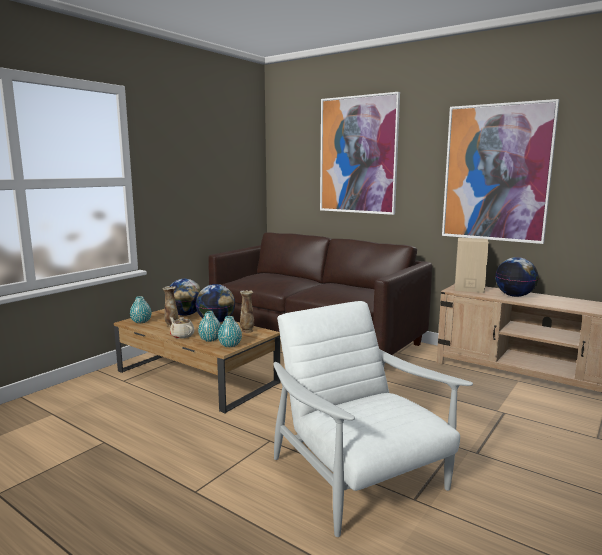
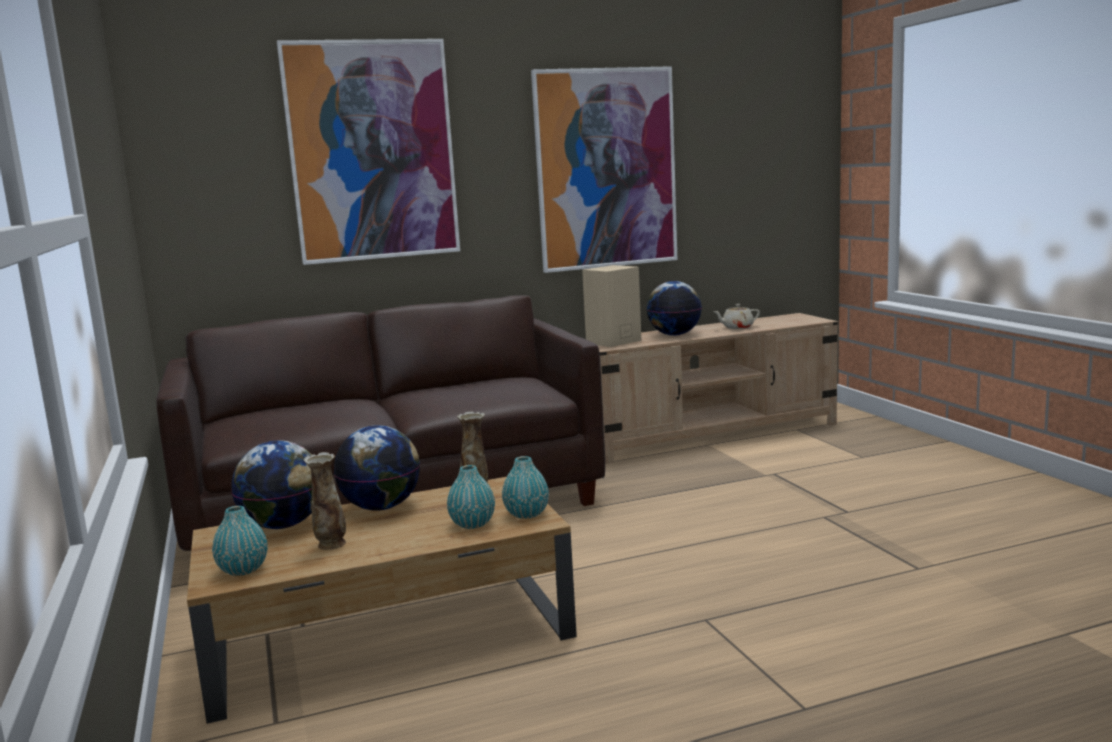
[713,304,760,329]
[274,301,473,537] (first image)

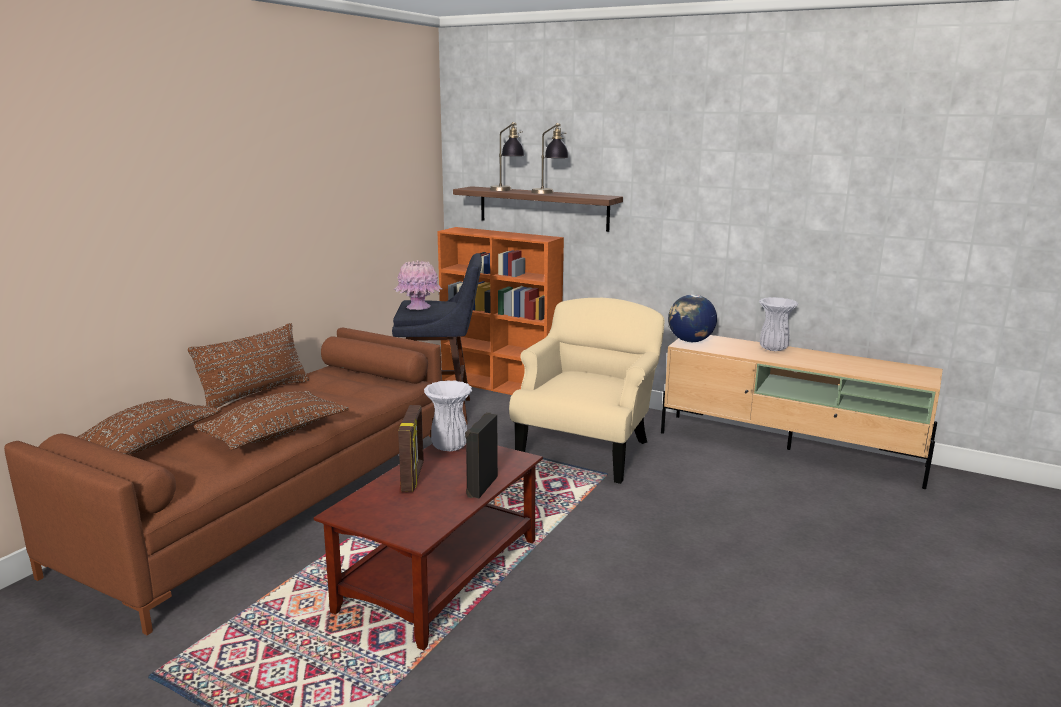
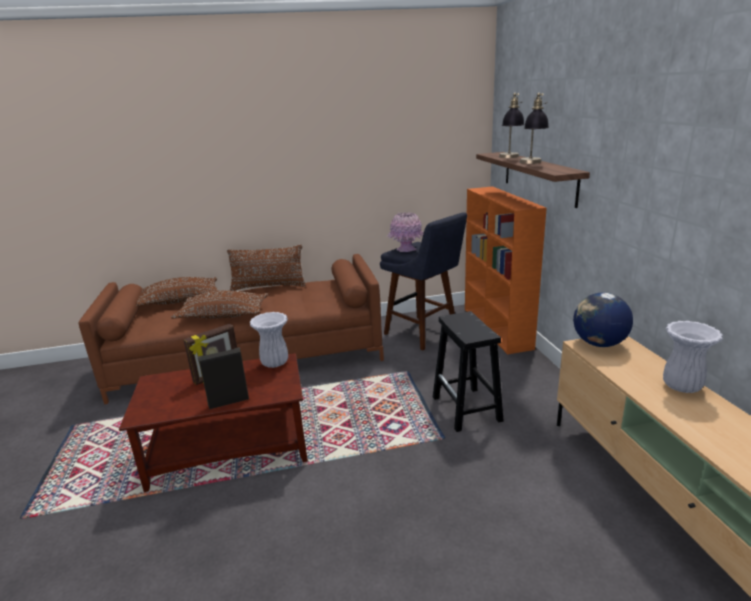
[433,311,504,432]

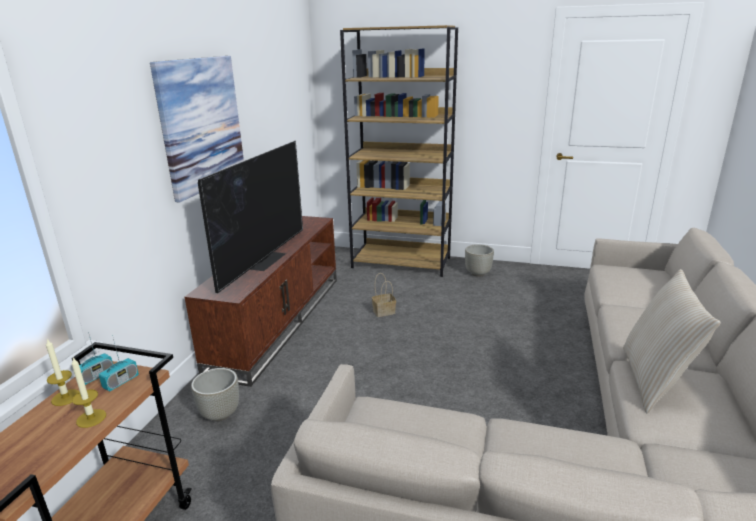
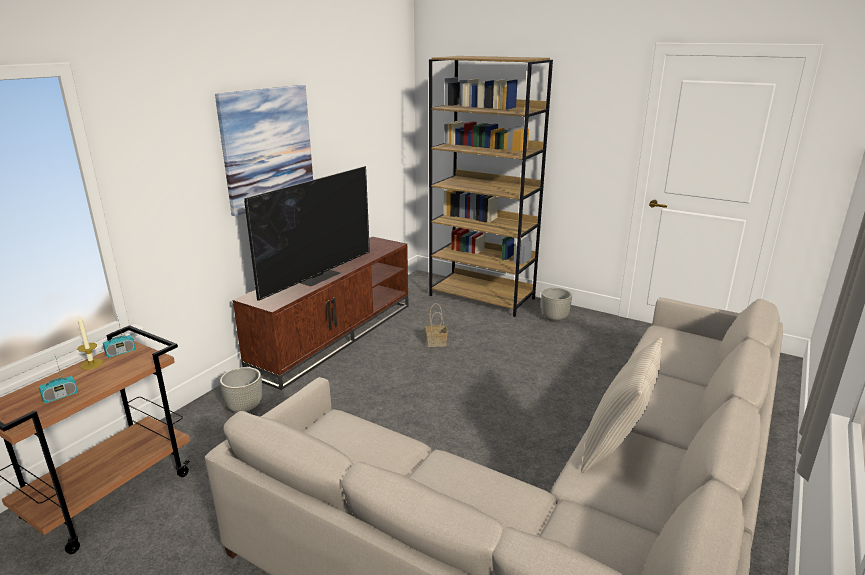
[72,358,106,428] (first image)
[39,356,78,403]

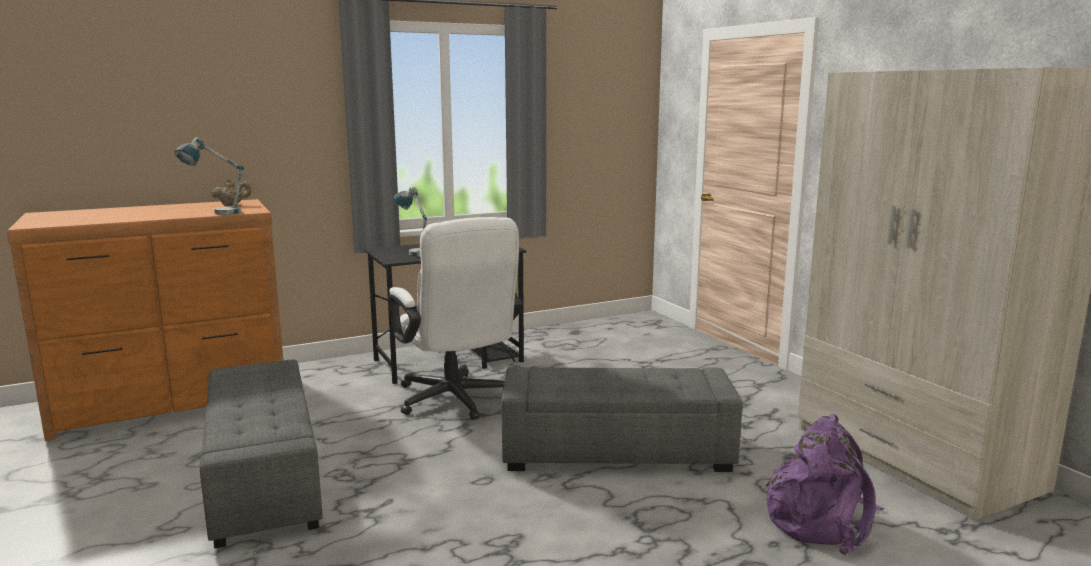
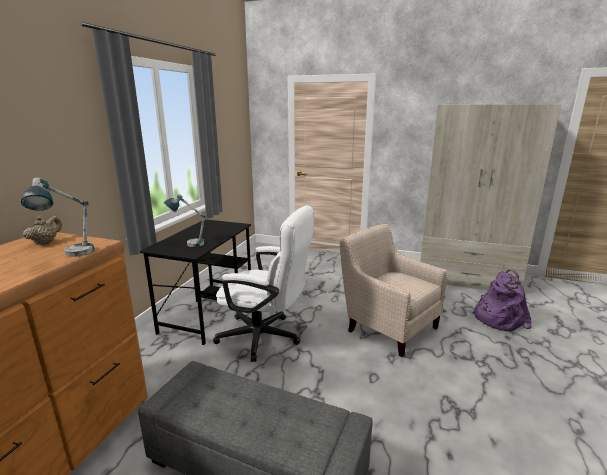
[340,224,448,357]

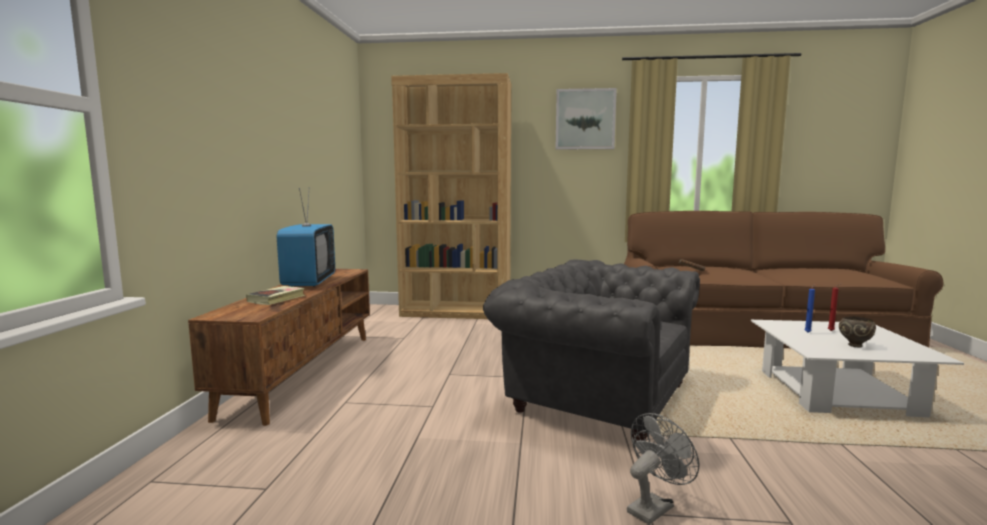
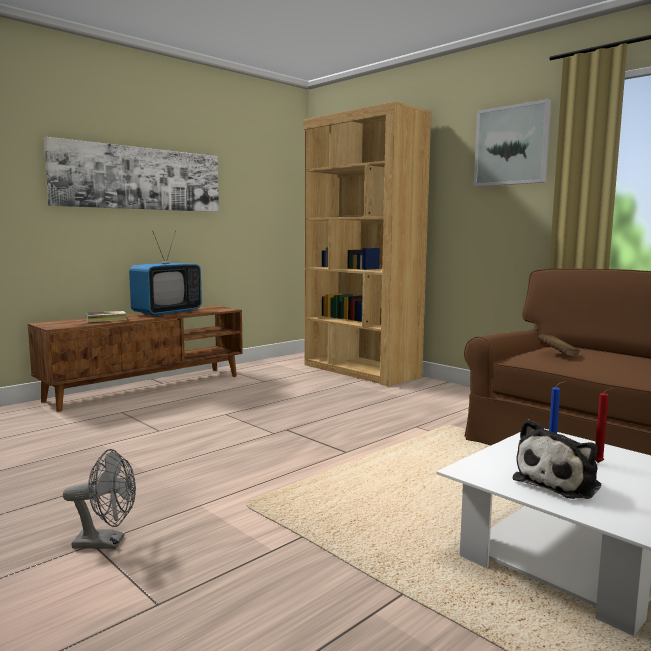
[483,259,700,442] (first image)
[513,419,601,499]
[44,137,219,212]

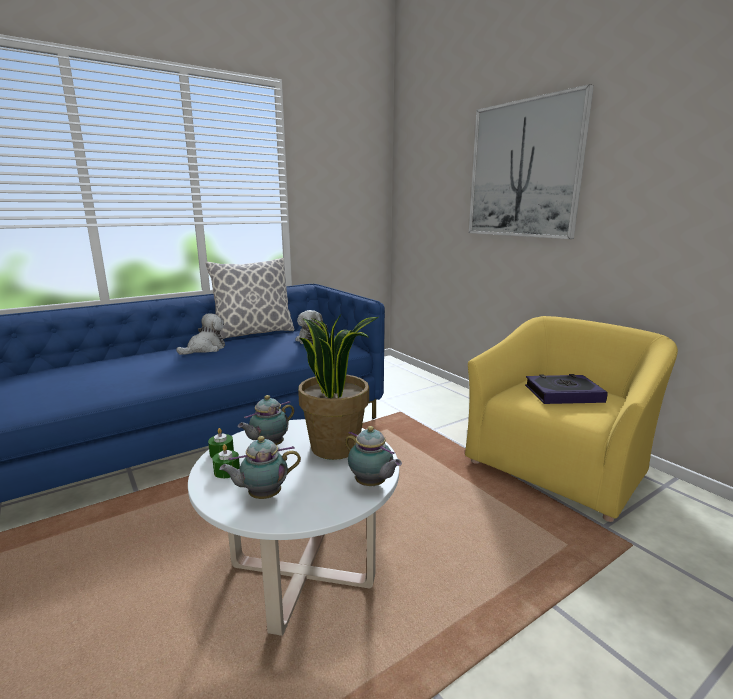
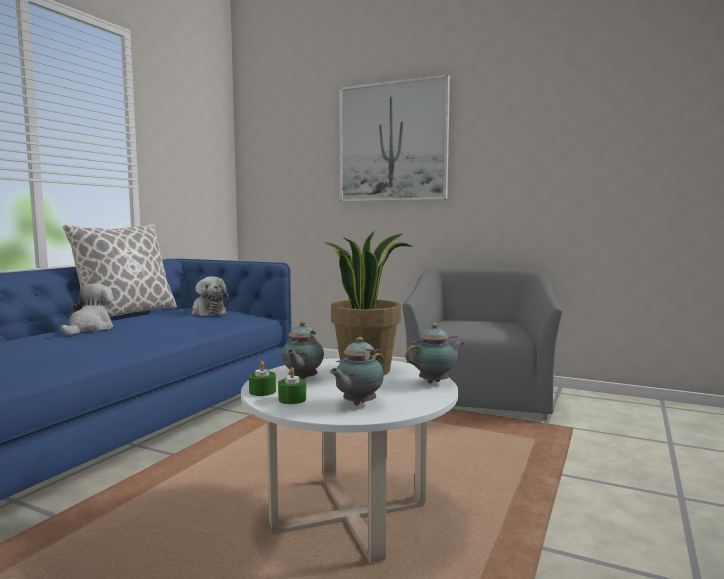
[405,323,464,384]
[402,267,562,420]
[525,374,608,404] (first image)

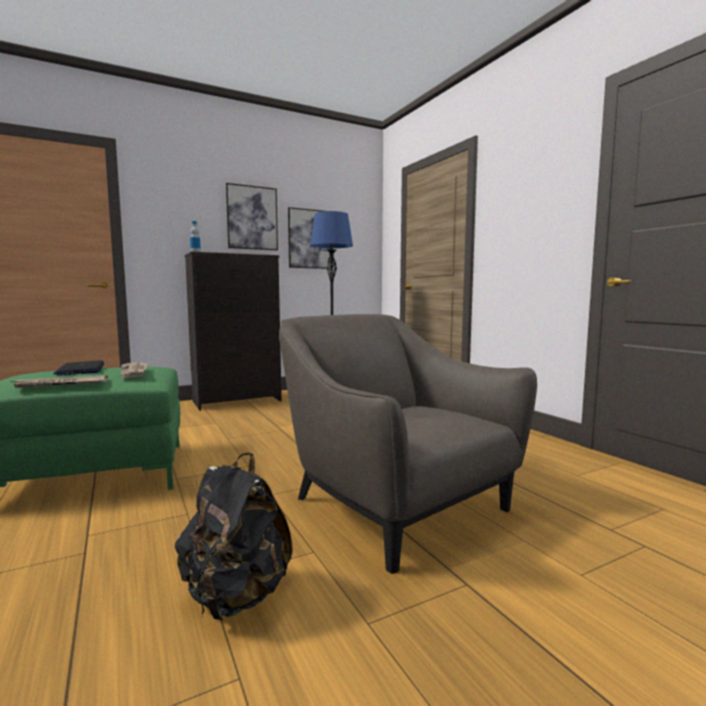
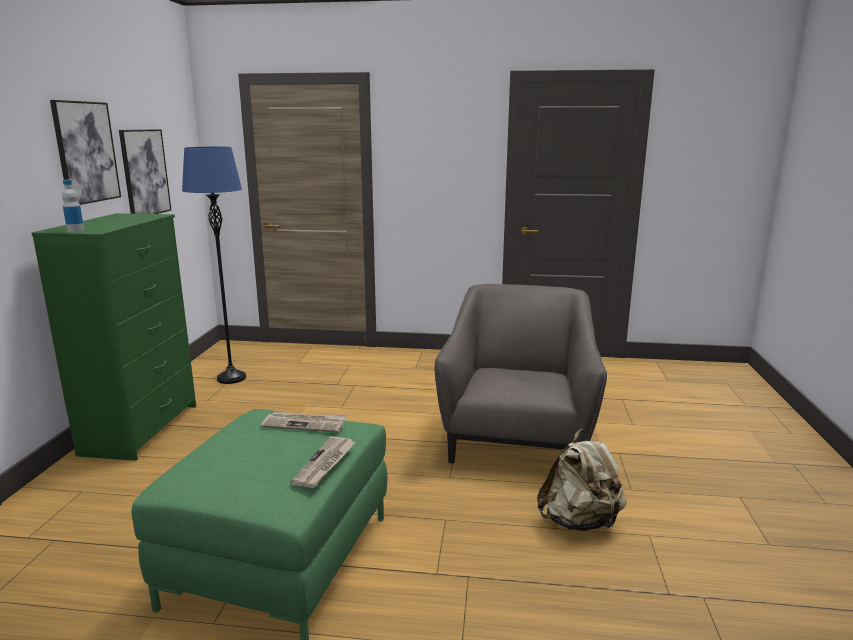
[53,360,104,375] (first image)
[537,429,626,531]
[32,213,196,461]
[435,284,607,463]

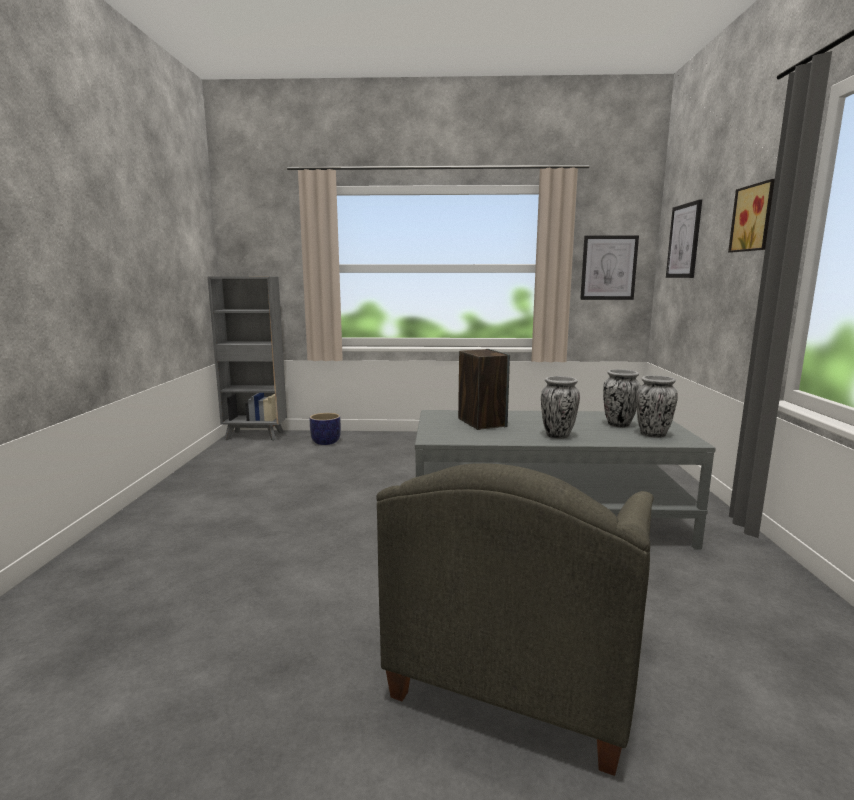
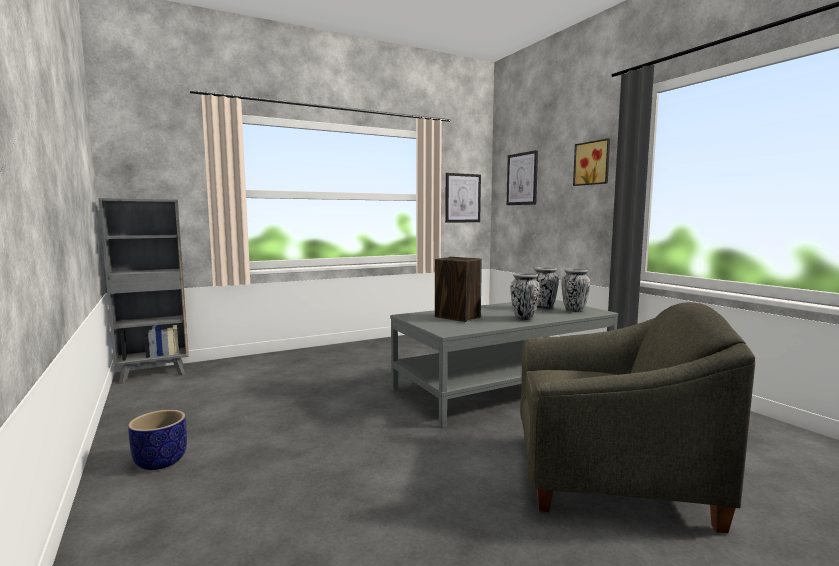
[128,410,187,470]
[520,302,755,534]

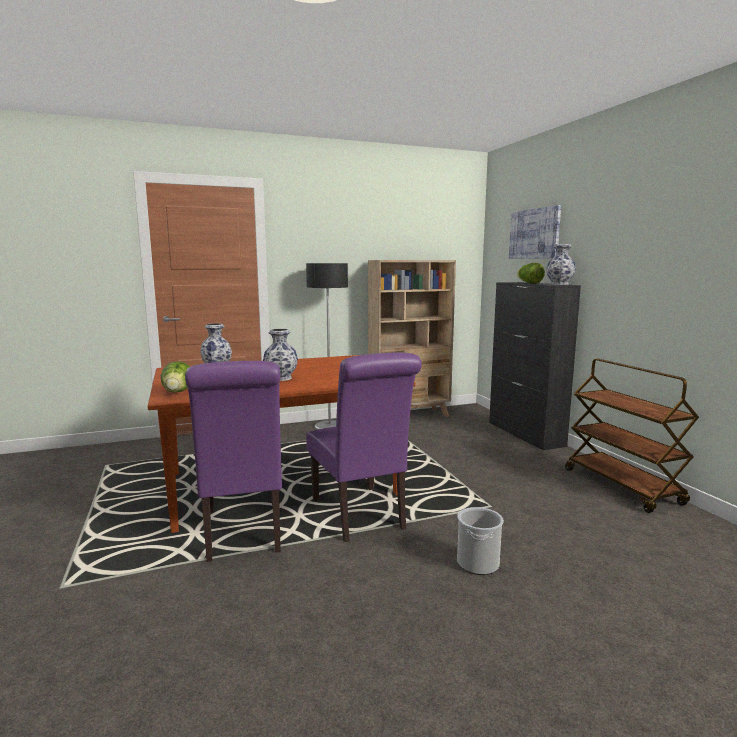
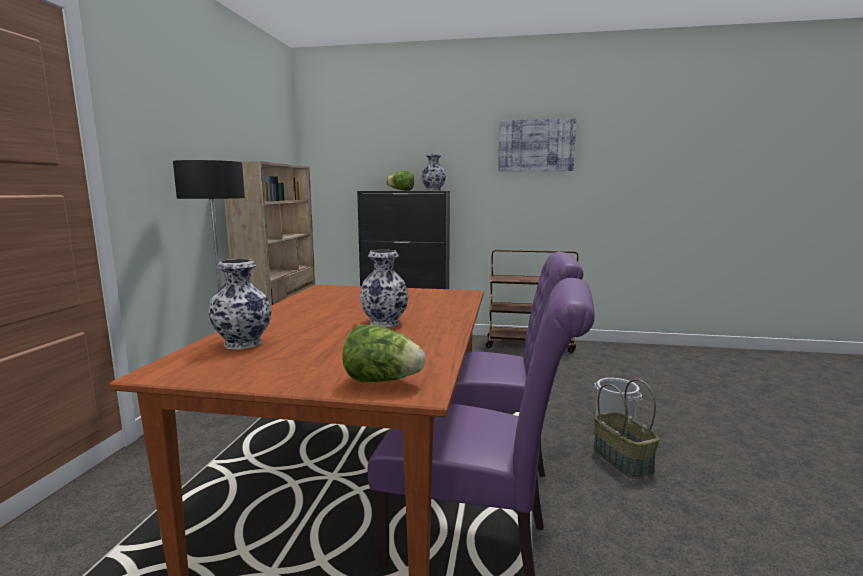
[498,118,577,171]
[593,379,659,479]

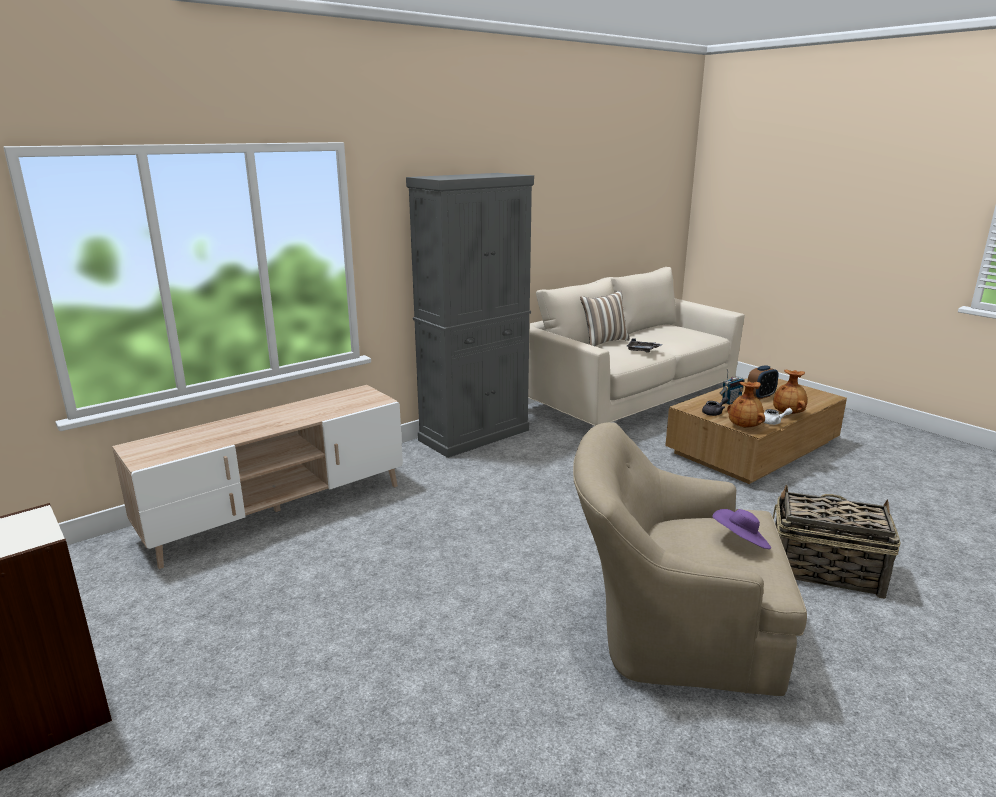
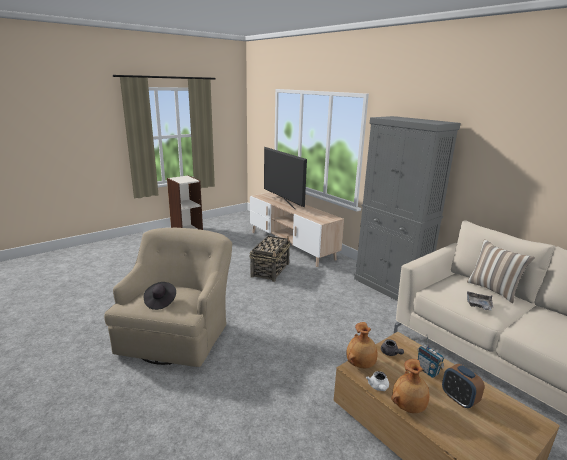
[144,282,176,310]
[249,235,290,282]
[264,147,307,210]

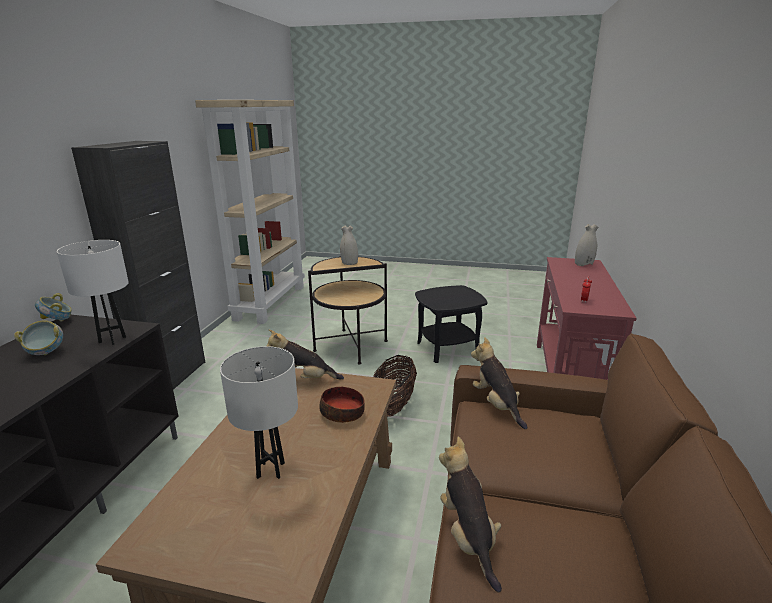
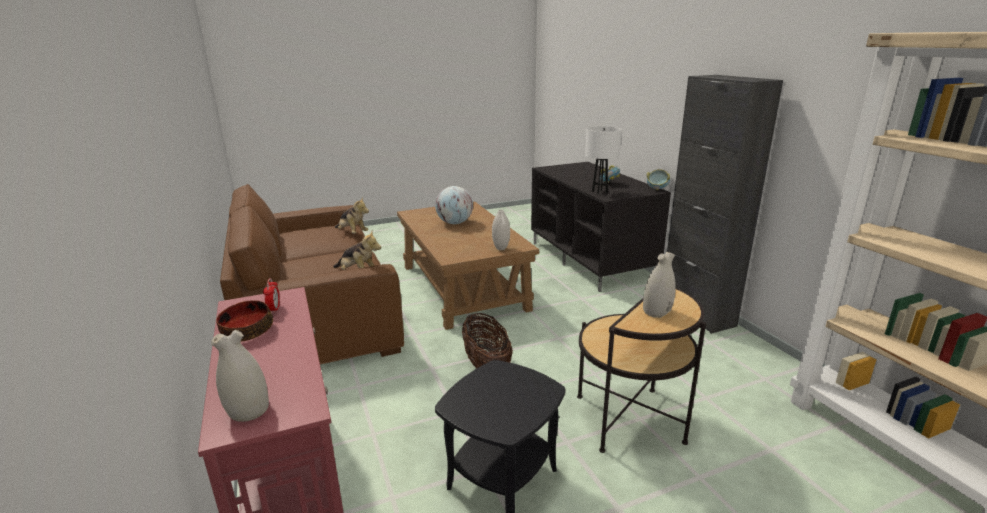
[435,186,473,224]
[492,210,510,250]
[216,300,273,342]

